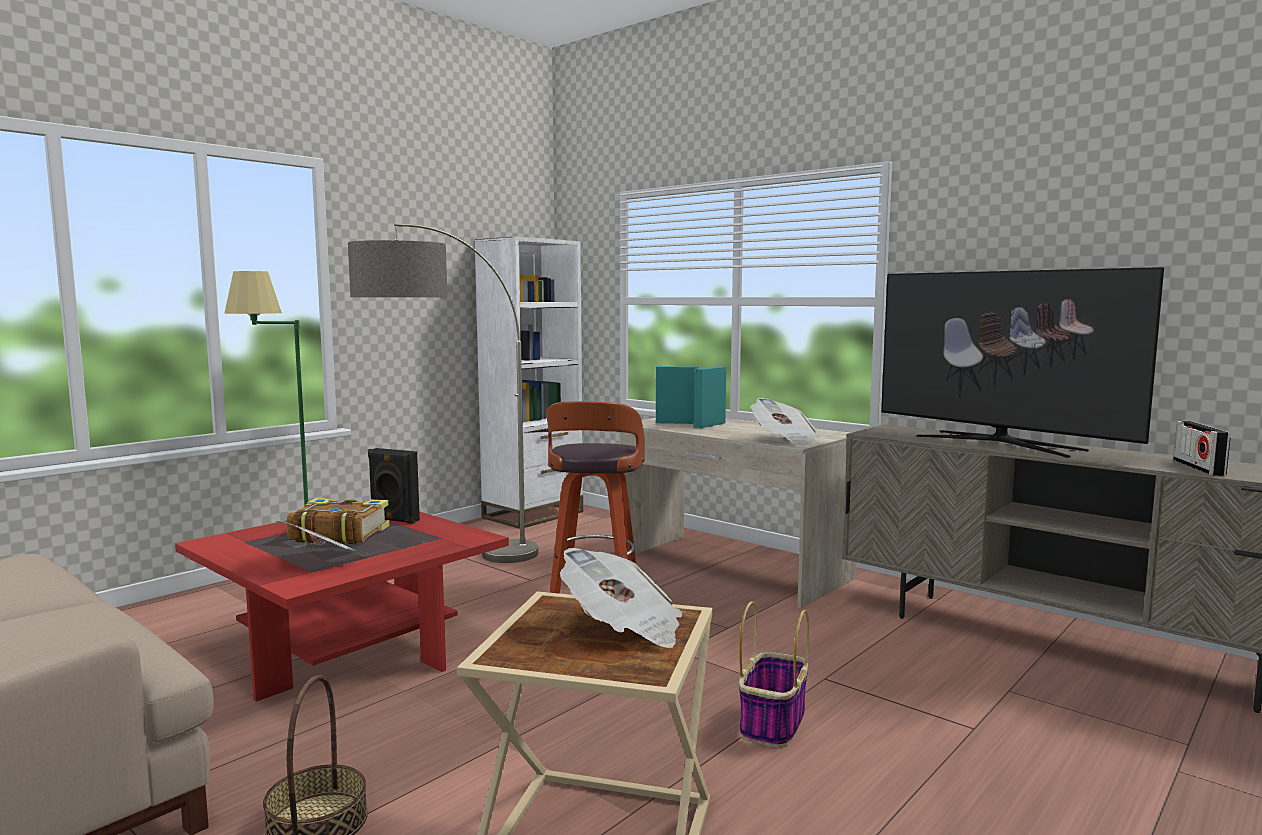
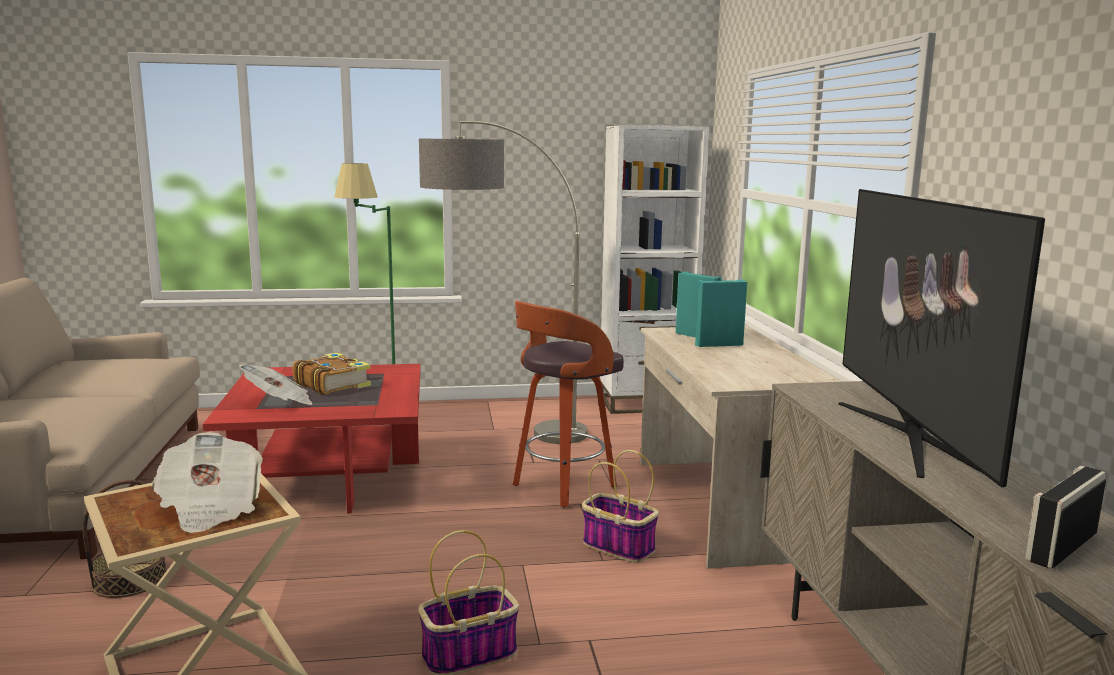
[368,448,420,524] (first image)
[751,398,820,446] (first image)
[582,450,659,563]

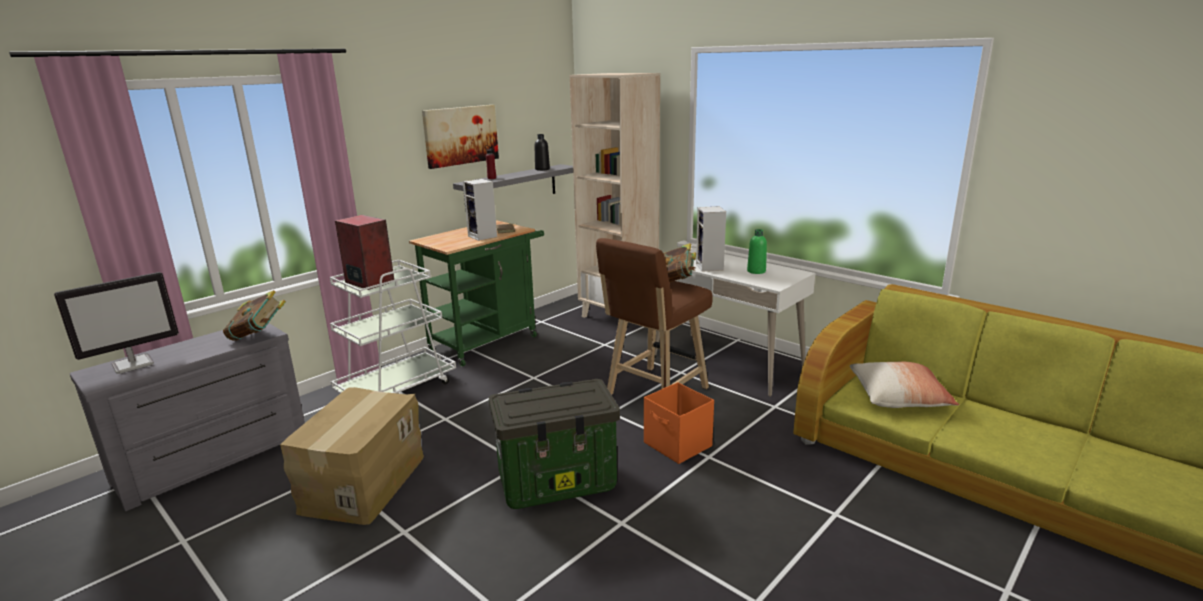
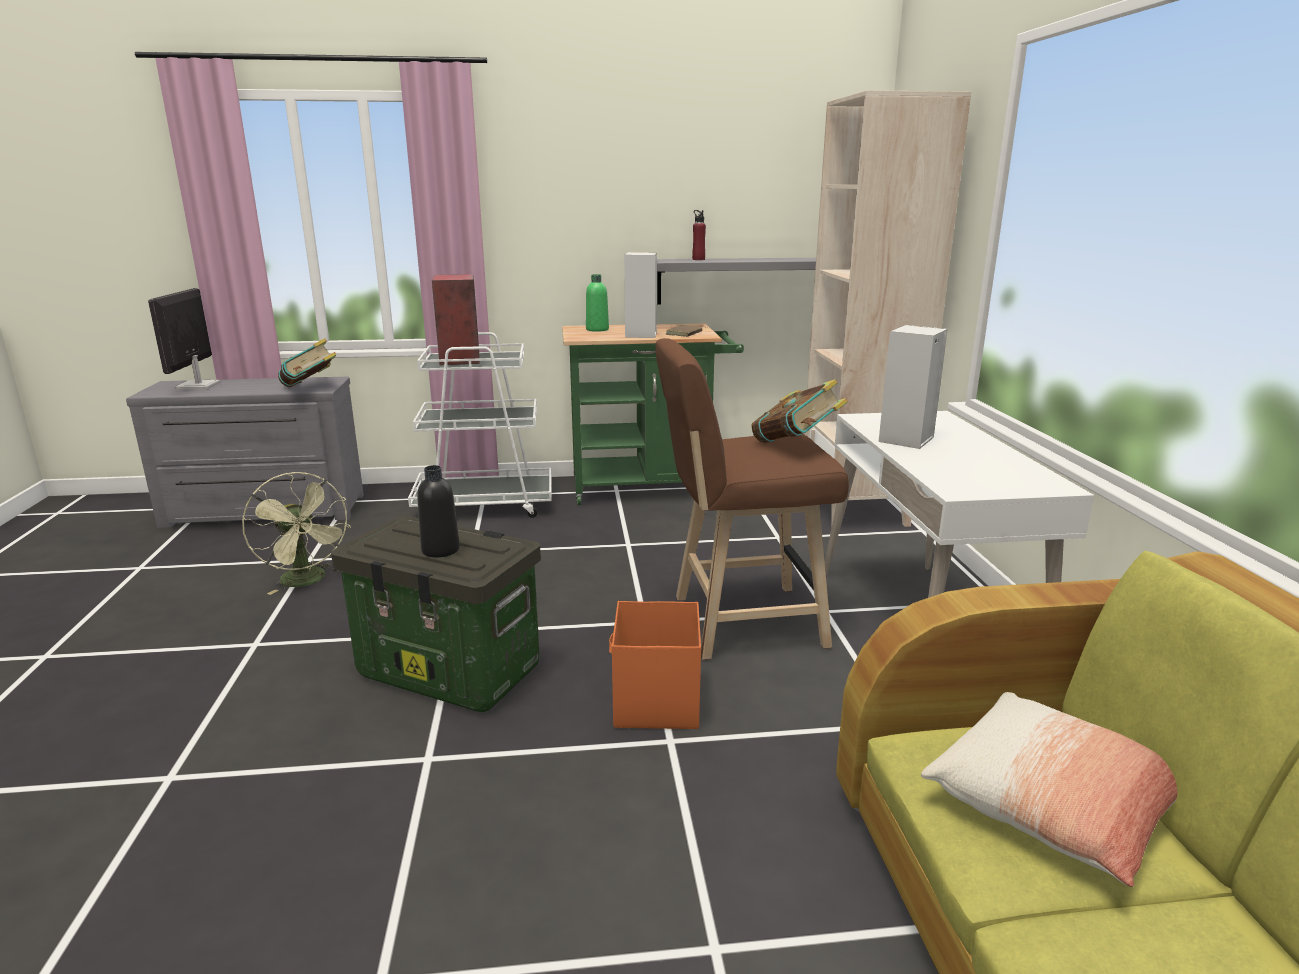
[148,288,220,389]
[242,472,351,595]
[422,105,499,169] (first image)
[417,465,460,557]
[586,274,609,332]

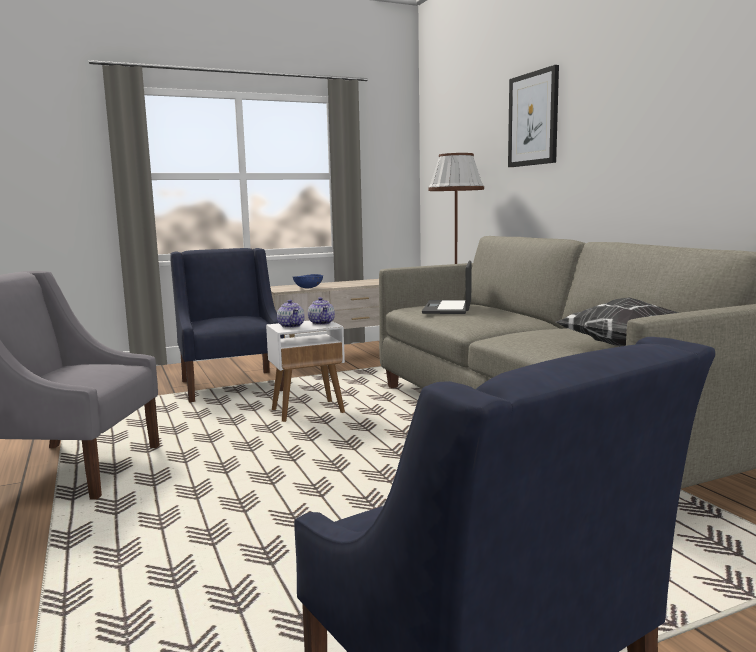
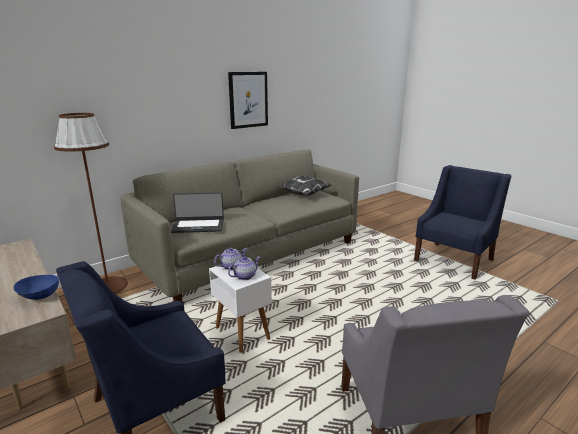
[228,72,268,129]

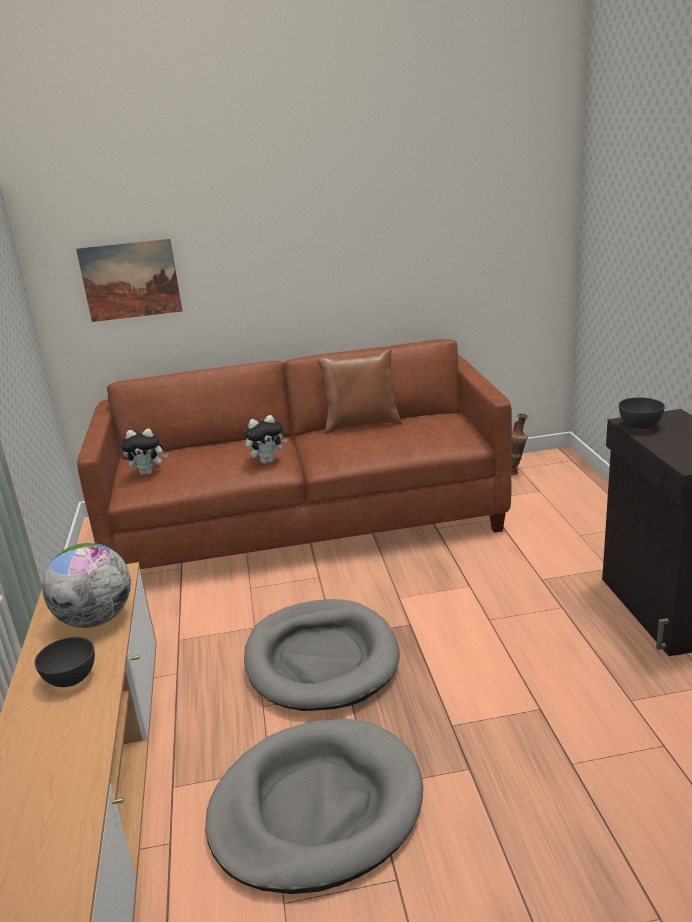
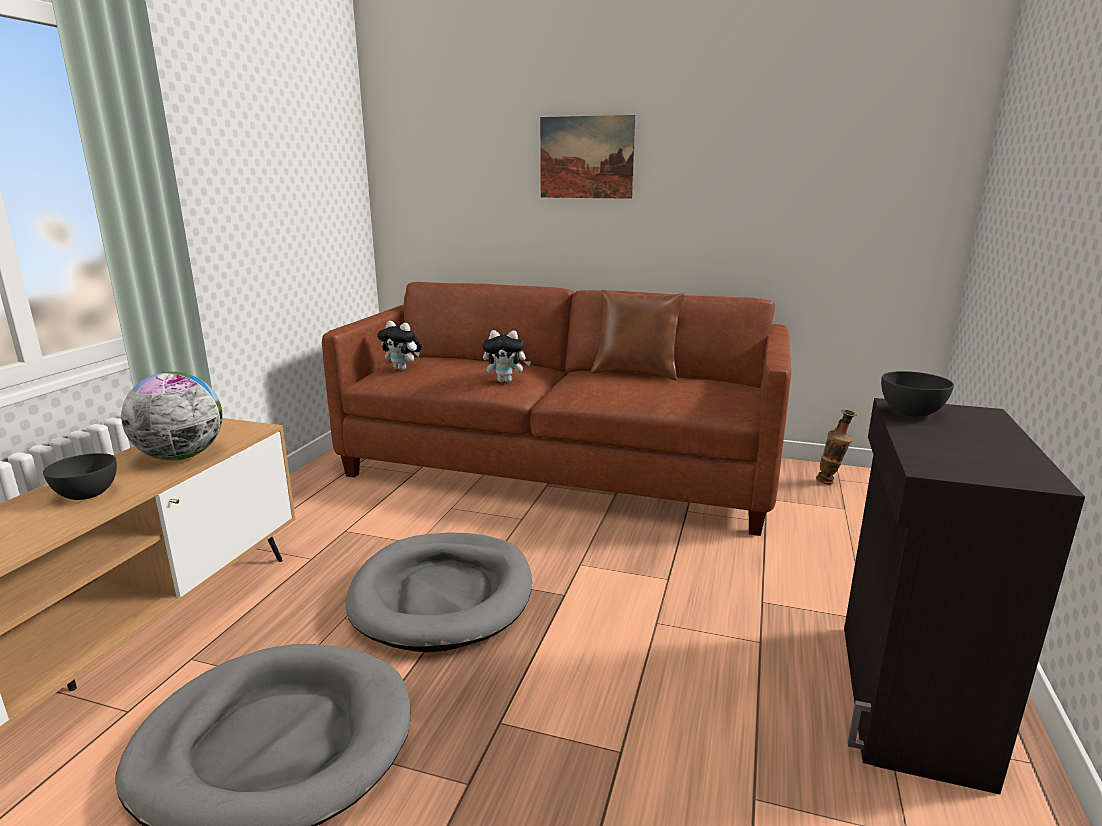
[540,115,636,199]

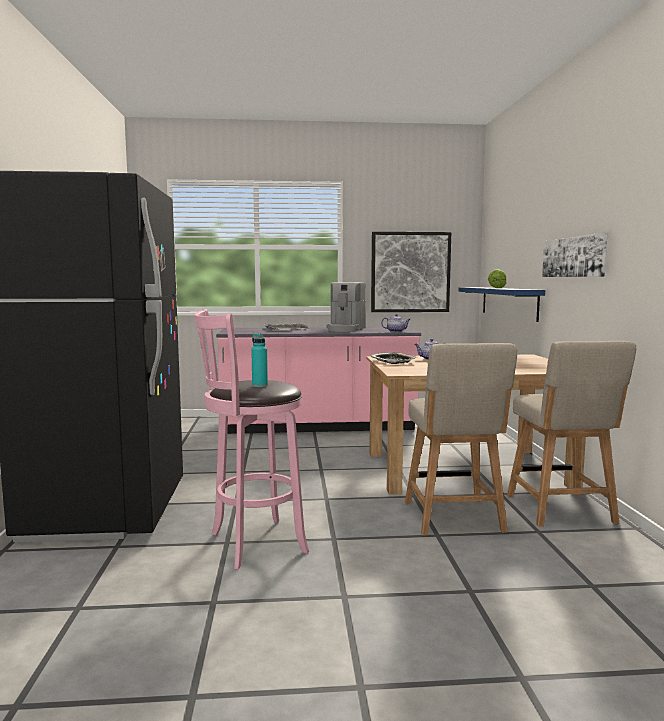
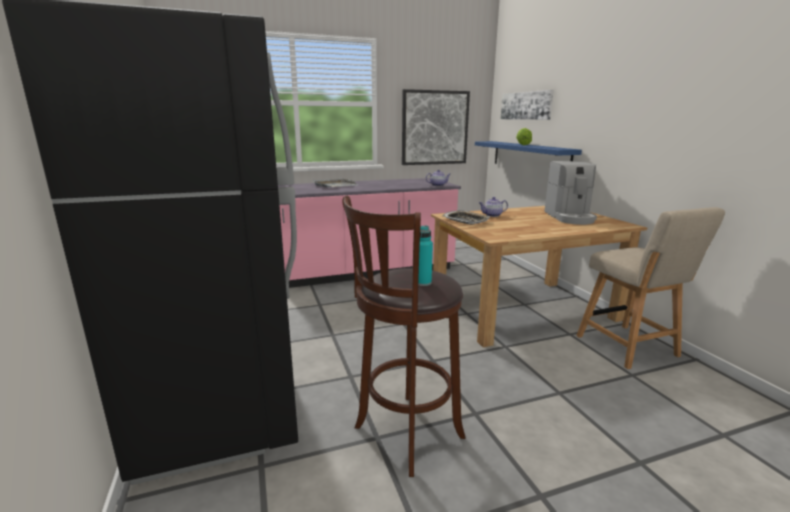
[342,196,465,477]
[545,161,597,225]
[405,343,518,536] (first image)
[501,90,554,120]

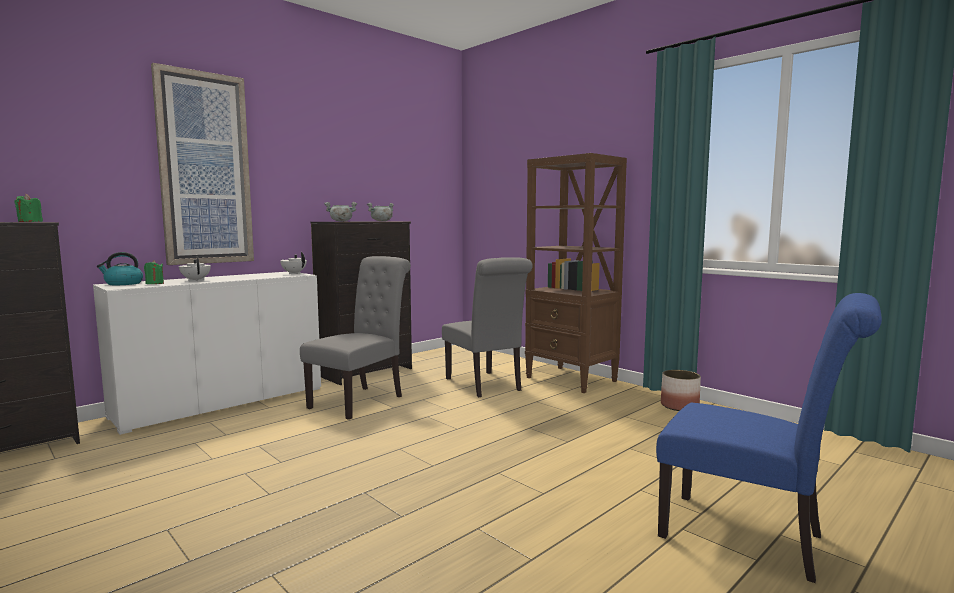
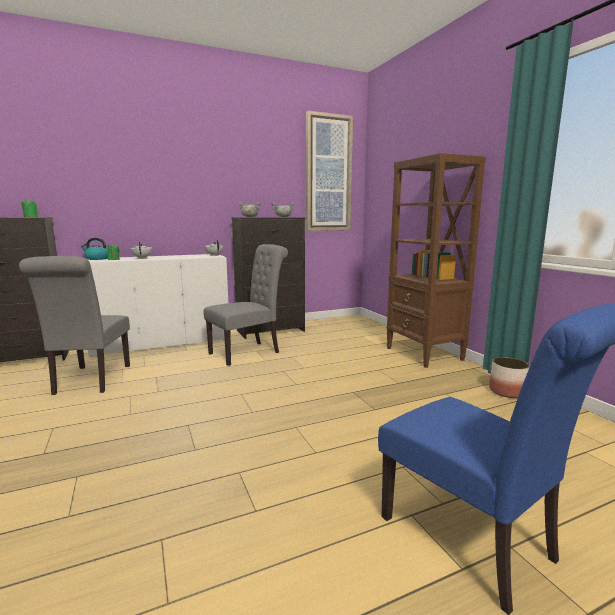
[306,111,353,231]
[19,256,130,395]

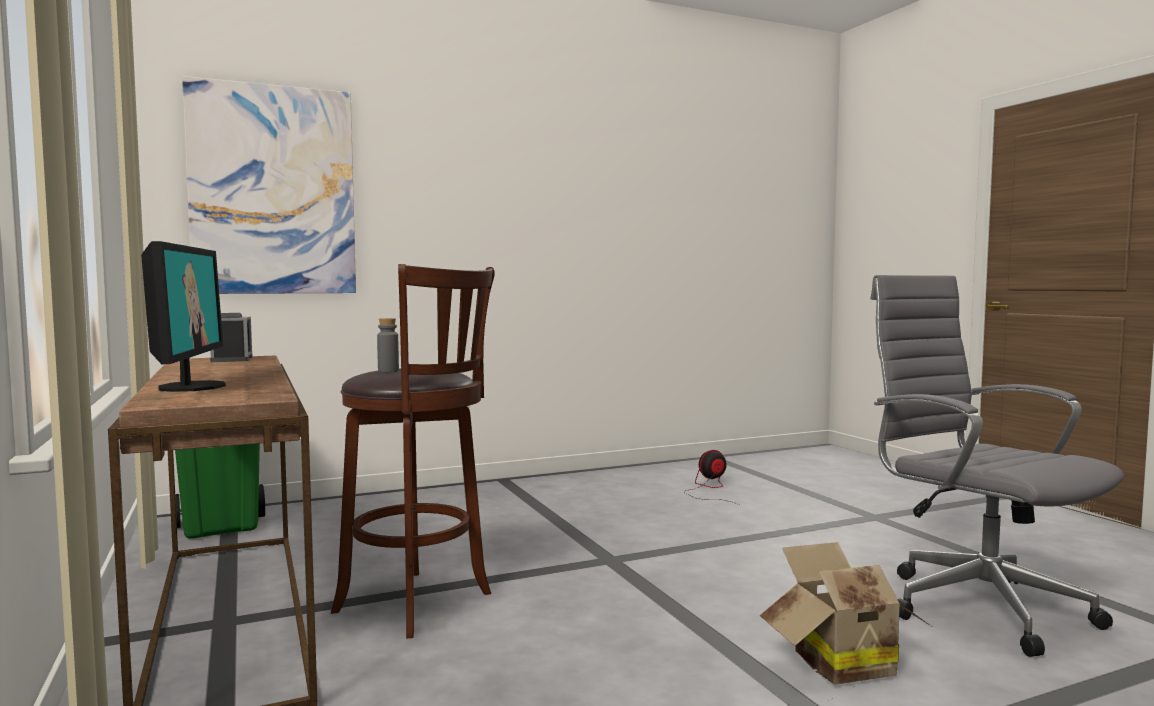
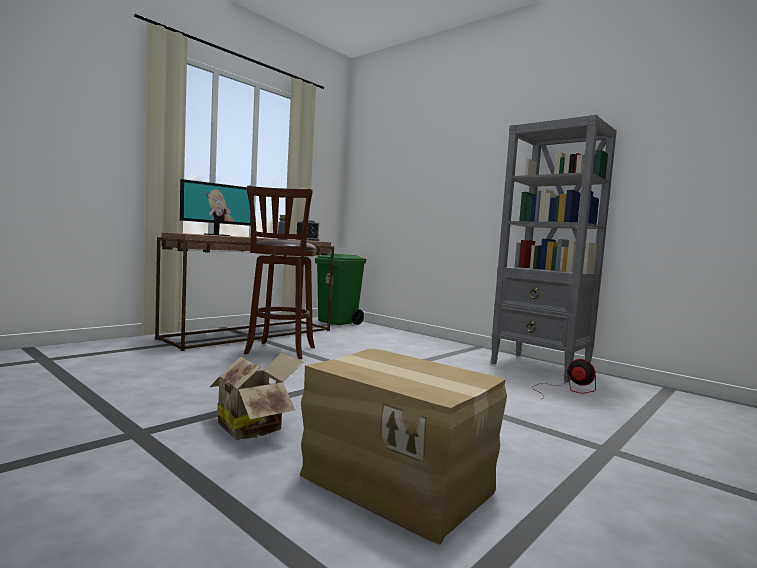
[182,76,356,294] (first image)
[300,349,507,545]
[491,115,617,382]

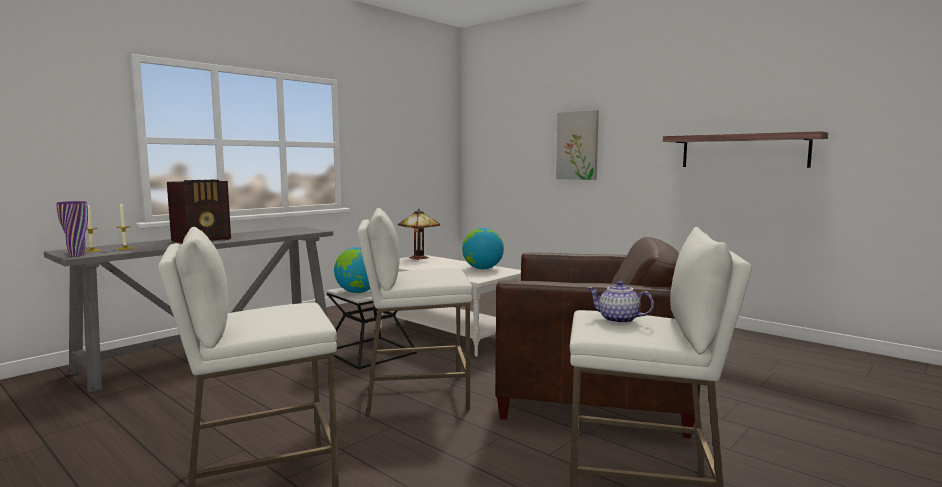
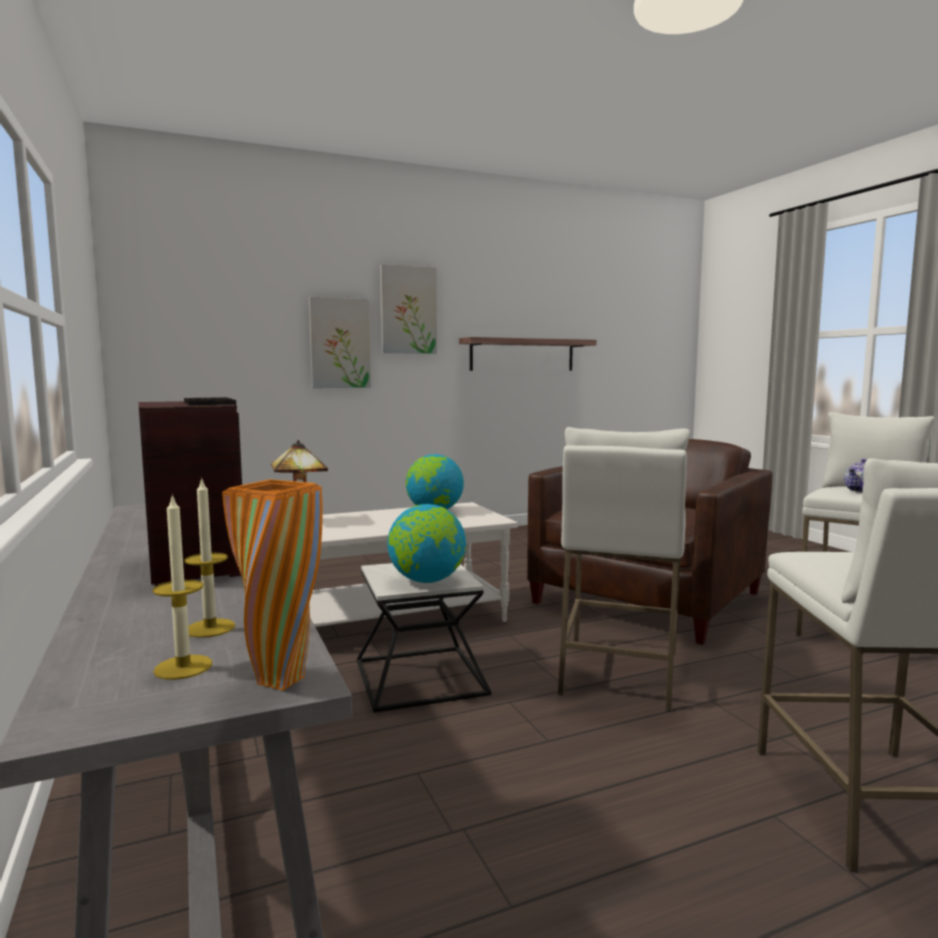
[222,479,322,691]
[380,264,437,354]

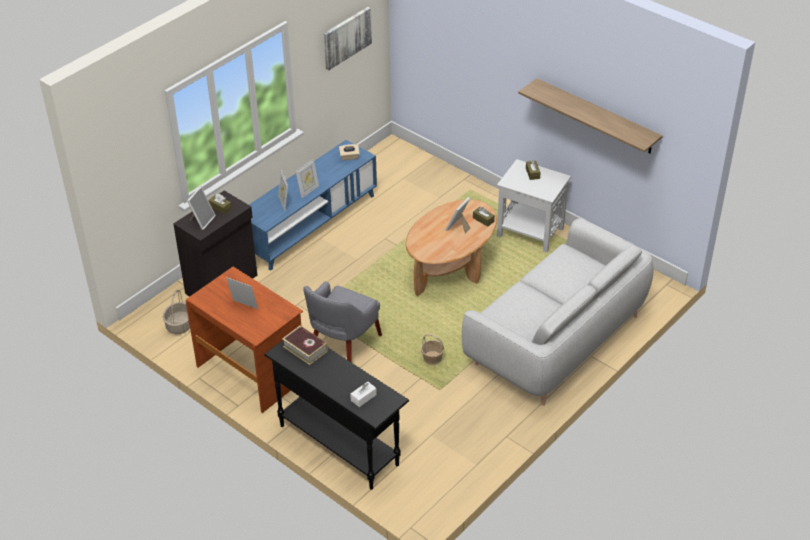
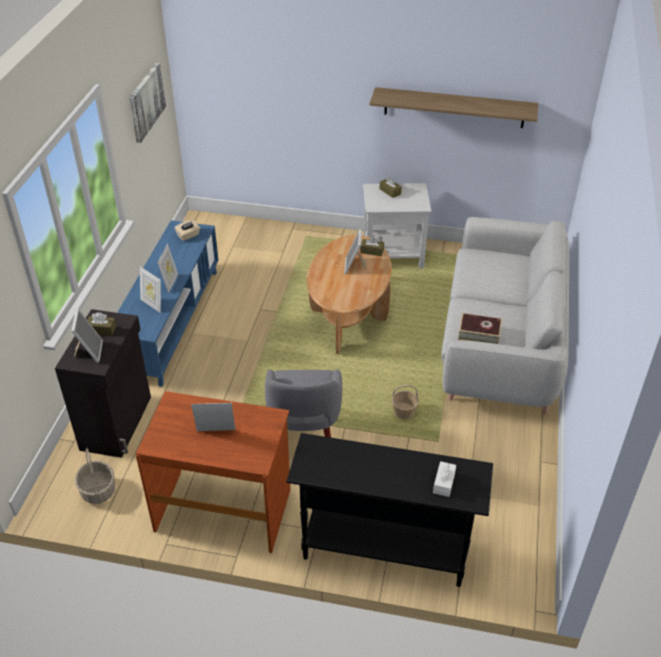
[458,313,502,344]

